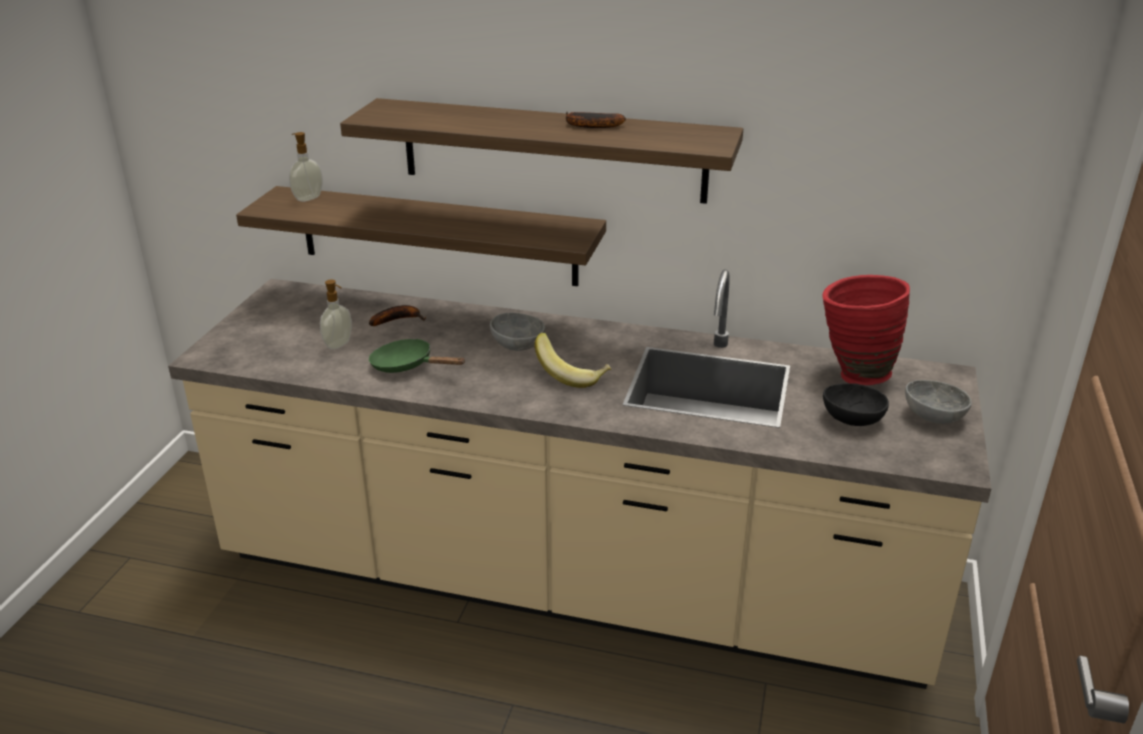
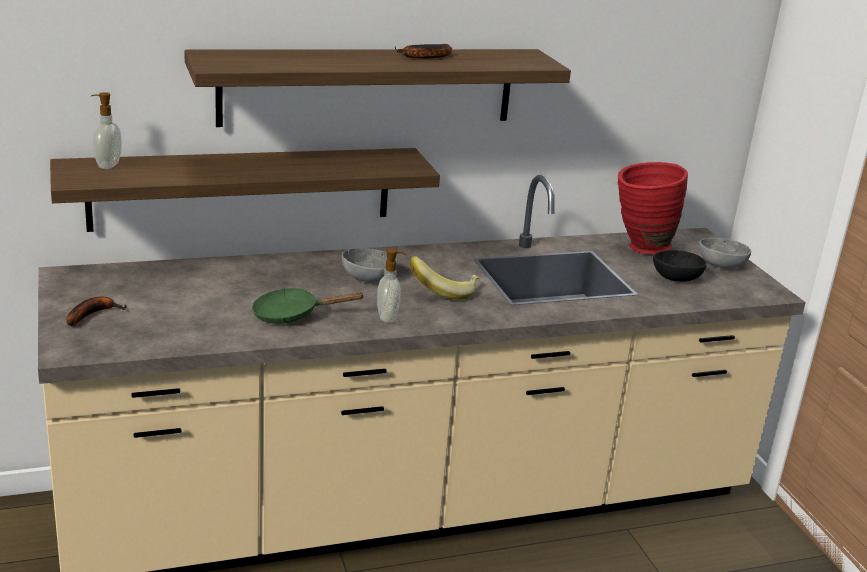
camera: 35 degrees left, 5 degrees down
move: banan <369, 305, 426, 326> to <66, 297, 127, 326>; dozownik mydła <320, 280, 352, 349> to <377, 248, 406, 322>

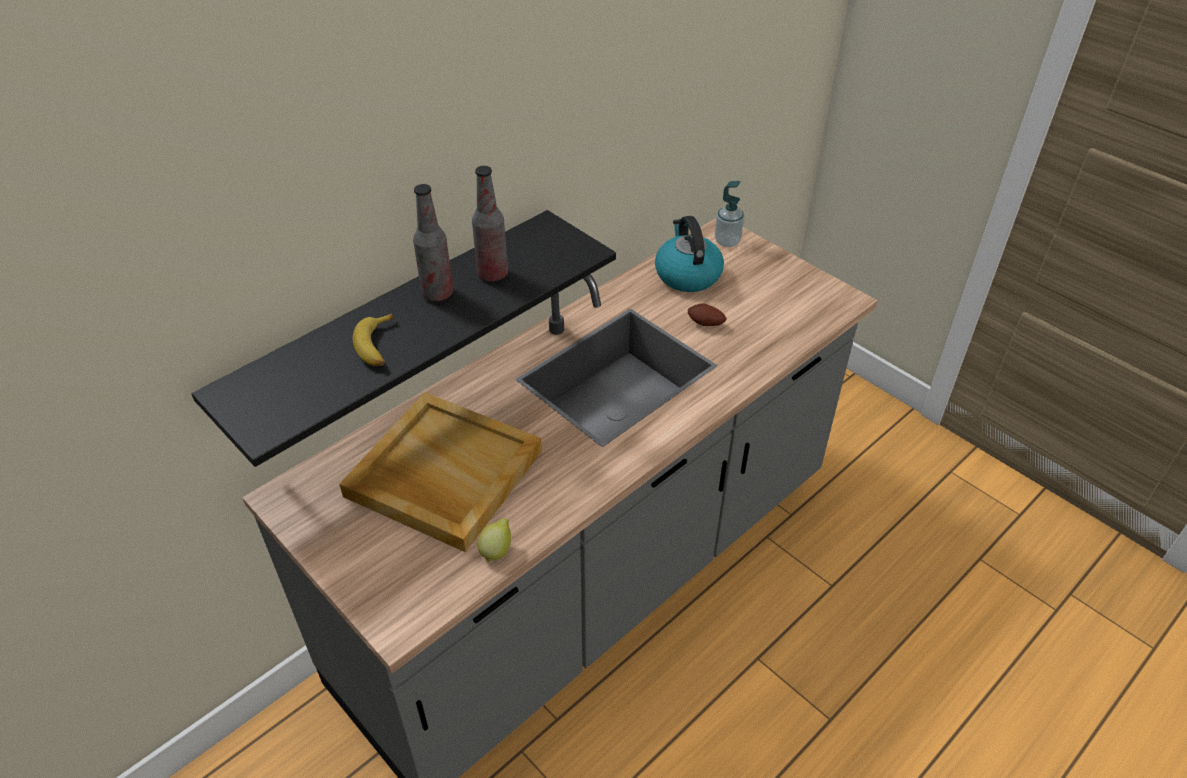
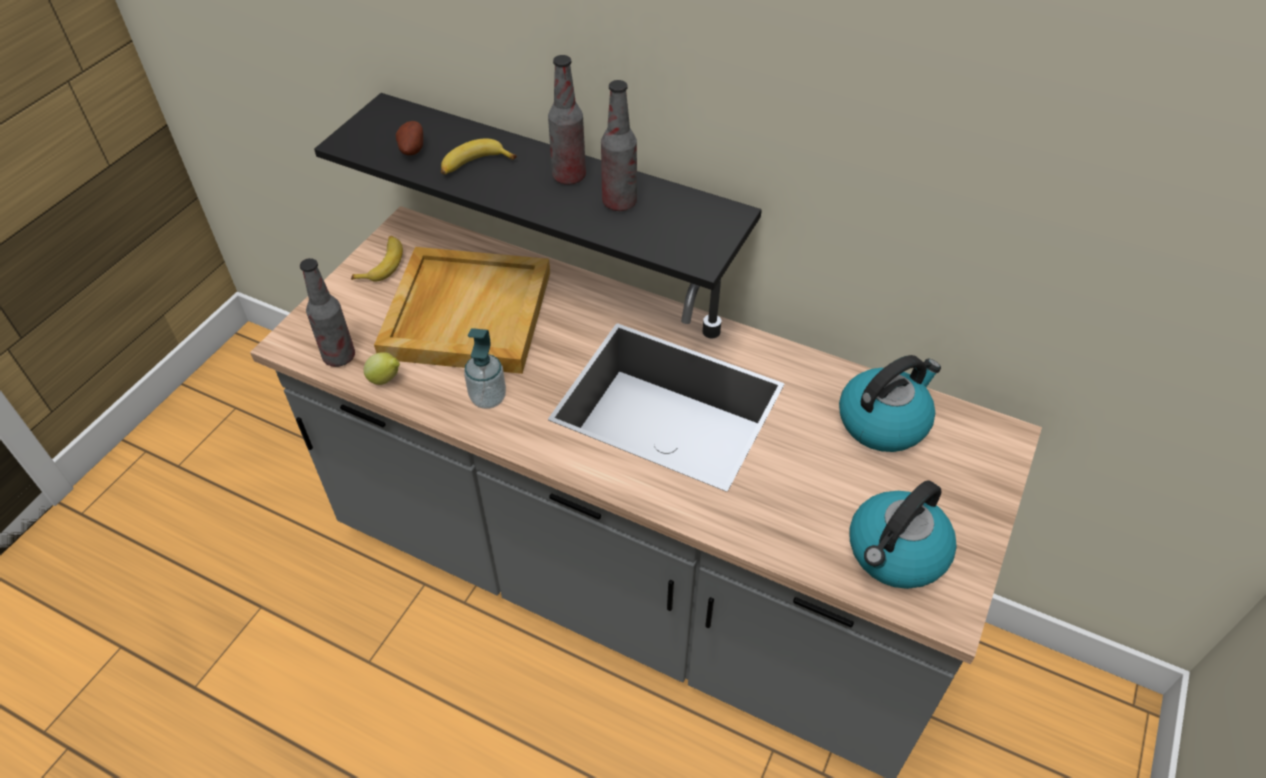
camera: 70 degrees right, 5 degrees up
insert: butelka <300, 258, 355, 367>; banan <351, 236, 403, 282>; czajnik <849, 480, 957, 589>
move: ziemniak <688, 303, 727, 326> to <396, 121, 423, 155>; dozownik mydła <714, 181, 744, 247> to <464, 328, 506, 409>

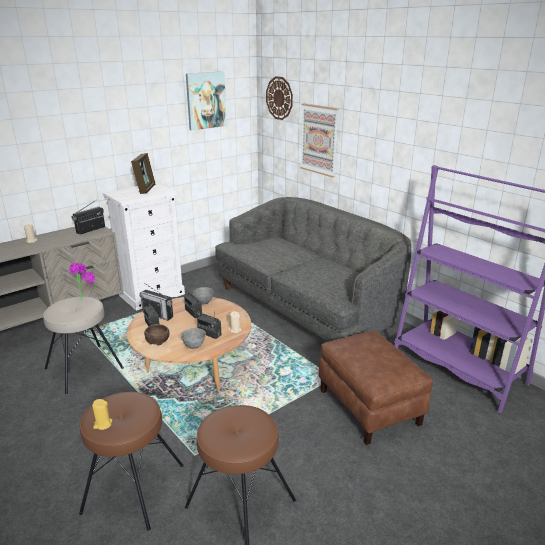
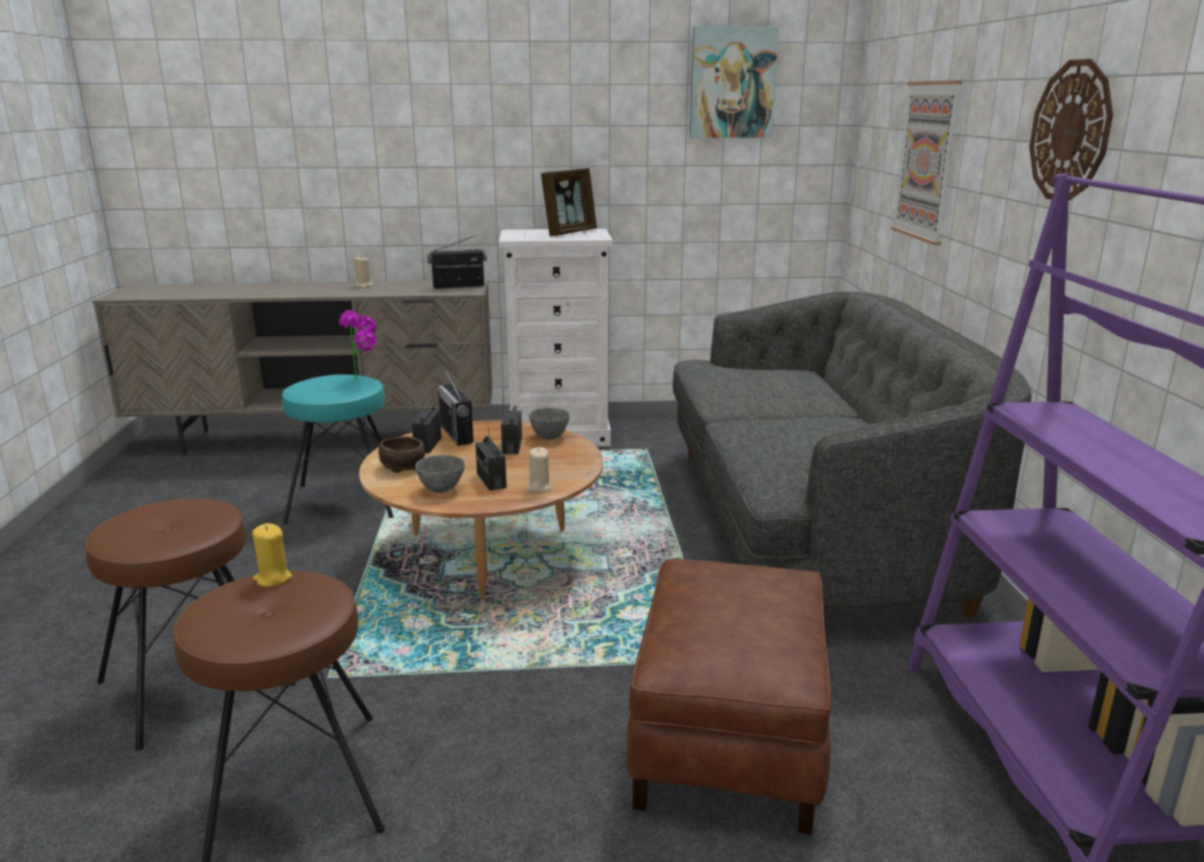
camera: 35 degrees right, 5 degrees down
move: świeca (żółty) <92, 399, 112, 430> to <252, 523, 292, 587>; zegar ścienny <266, 76, 293, 120> to <1029, 59, 1113, 201>
recolor: stołek (beżowy) <43, 297, 124, 394> to stołek (turkusowy) <282, 374, 394, 525>

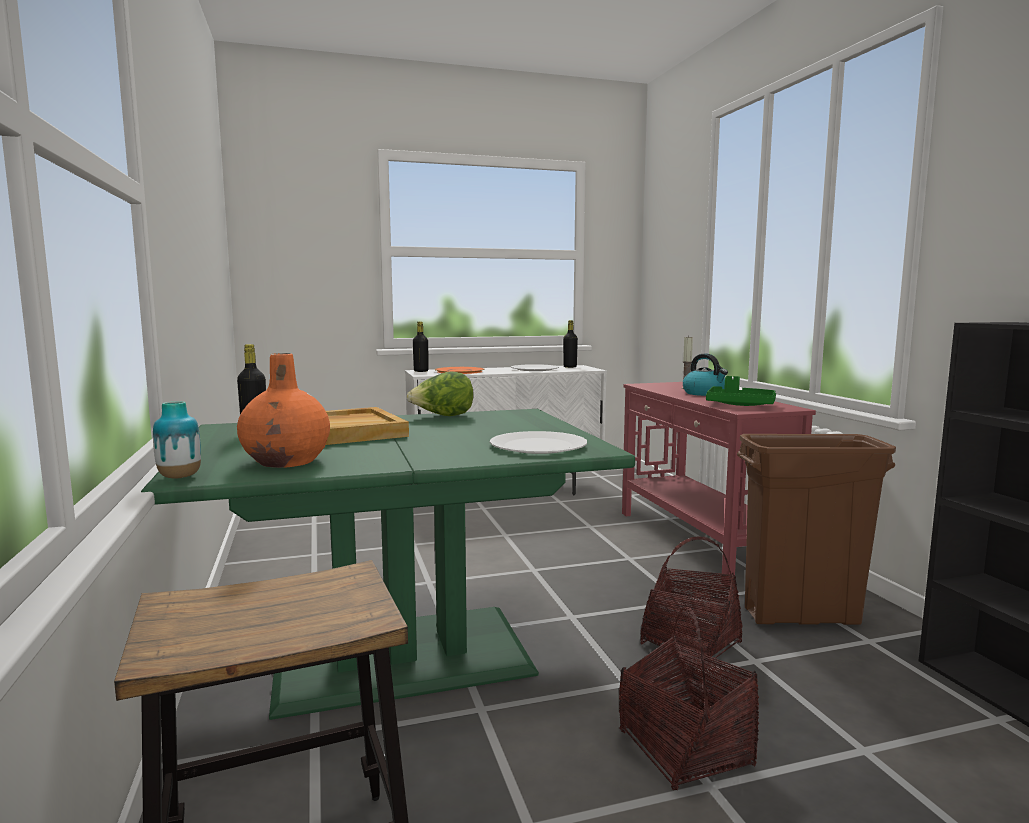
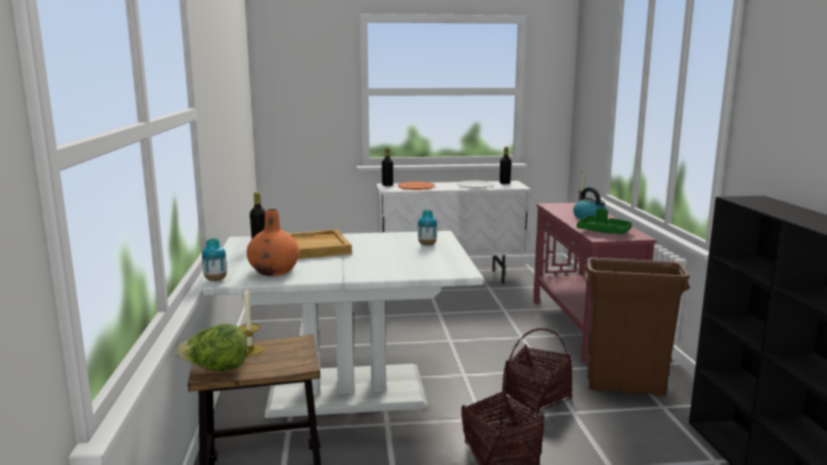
camera: 10 degrees right, 5 degrees up
delete: talerz (biały) <490, 431, 587, 454>
insert: świeca <239, 288, 263, 356>; wazon <418, 210, 437, 246>
move: sałata <407, 372, 474, 416> to <175, 324, 247, 371>
recolor: stół jadalny (zielony) <141, 409, 635, 720> to stół jadalny (biały) <196, 231, 484, 418>

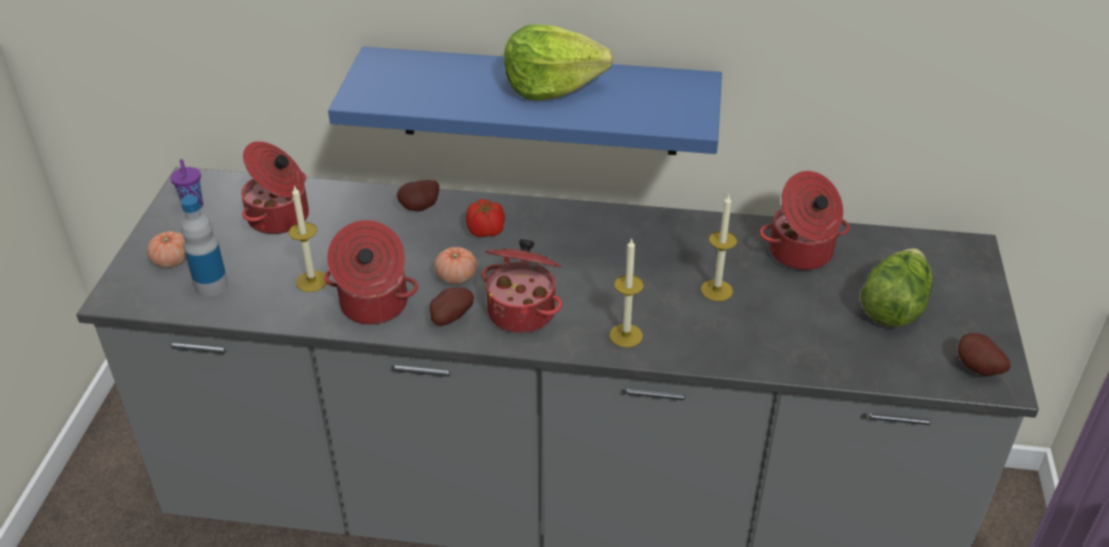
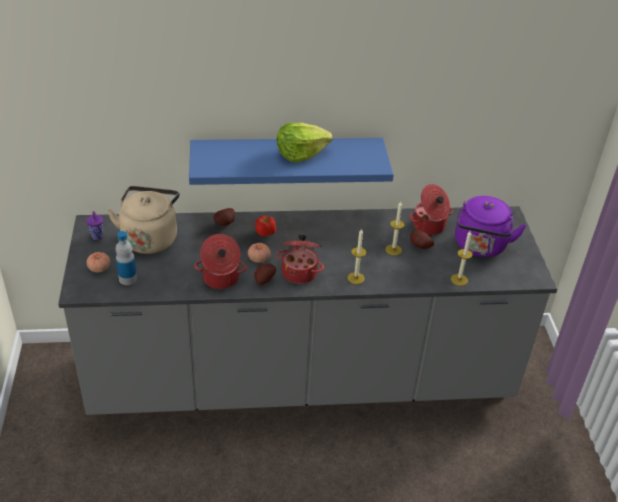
camera: 15 degrees left, 0 degrees up
move: ziemniak <958, 333, 1011, 376> to <410, 230, 434, 249>; świeca <289, 185, 327, 292> to <451, 231, 473, 286>
replace: garnek <241, 141, 309, 234> to czajnik (beżowy) <107, 186, 180, 254>; sałata <860, 248, 933, 327> to czajnik (fioletowy) <455, 196, 526, 257>

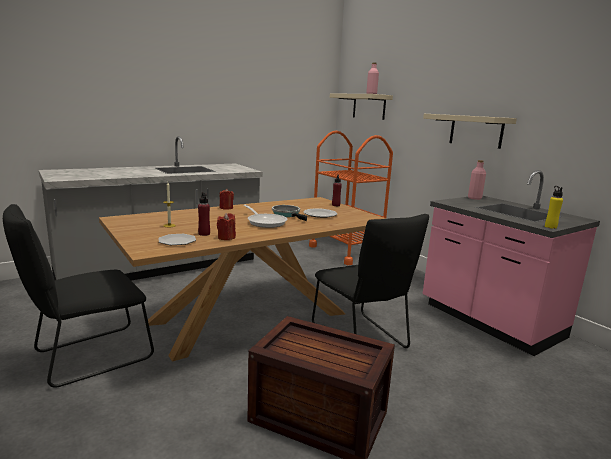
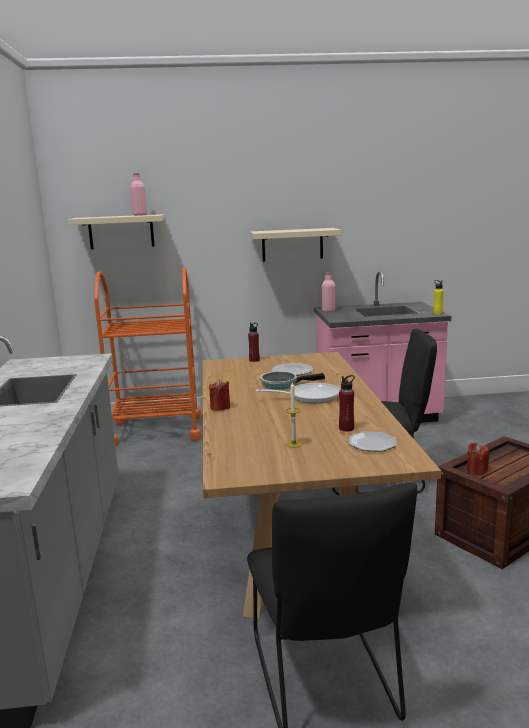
camera: 60 degrees left, 0 degrees up
move: świeca (czerwony) <217, 213, 236, 240> to <467, 442, 489, 475>

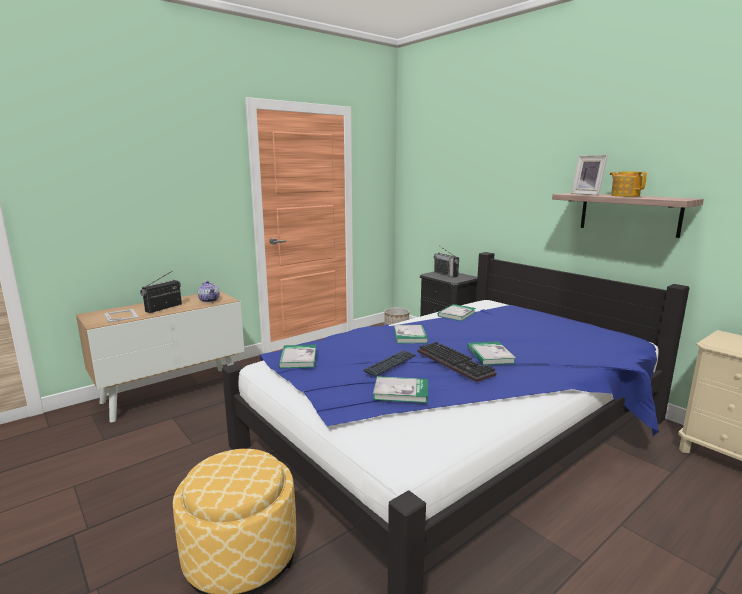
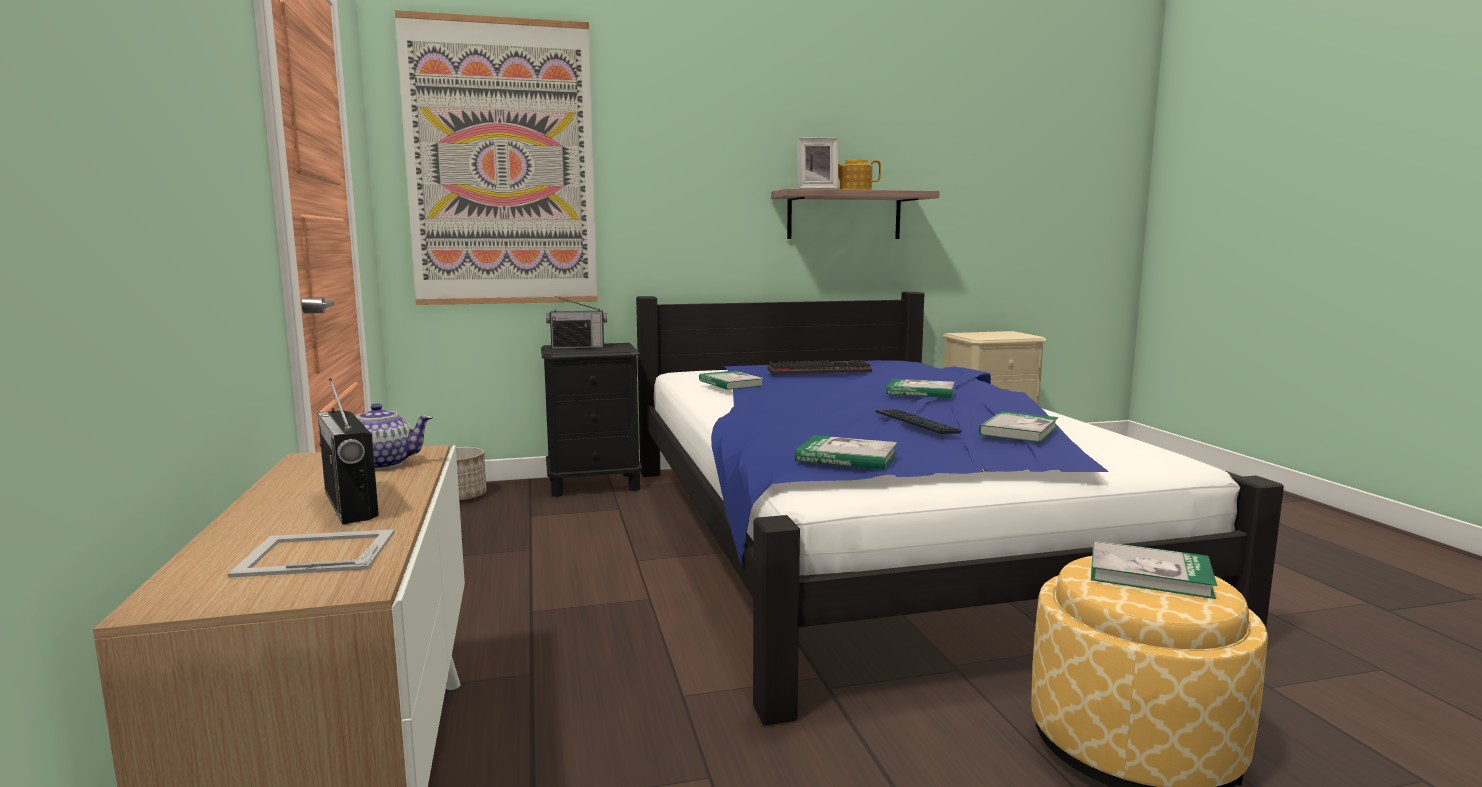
camera: 65 degrees left, 5 degrees down
insert: obraz <395, 10, 598, 305>
move: klawiatura <418, 342, 496, 382> to <767, 360, 872, 374>; książka <394, 325, 428, 343> to <1091, 541, 1217, 599>

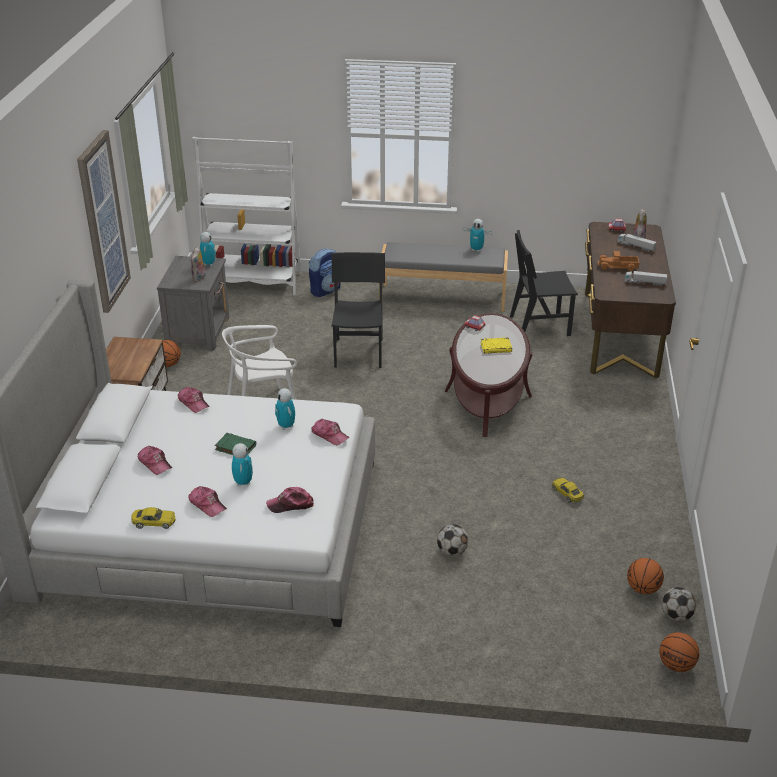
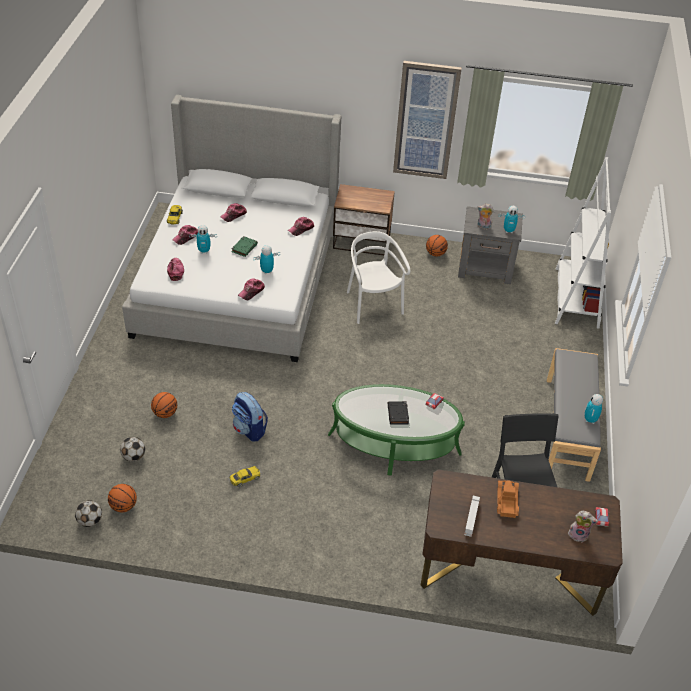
camera: 90 degrees right, 10 degrees up
delete: krzesło (czarny) <331, 252, 385, 368>; ciężarówka zabawkowa <617, 234, 657, 252>
move: piłka futbolowa <437, 524, 468, 556> to <120, 437, 145, 462>; piłka do koszykówki <659, 632, 699, 672> to <151, 392, 177, 418>; plecak <309, 248, 340, 297> to <232, 392, 268, 441>
recolor: ława (brązowy) <445, 313, 532, 437> to ława (zielony) <328, 384, 465, 476>; książka (żółty) <481, 337, 512, 354> to książka (czarny) <388, 401, 409, 425>

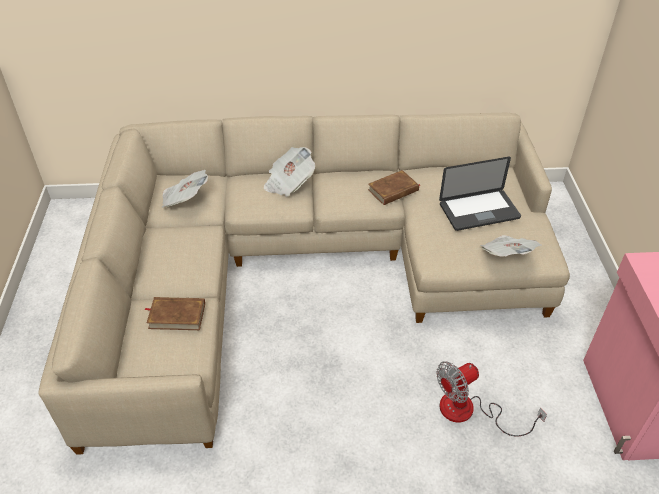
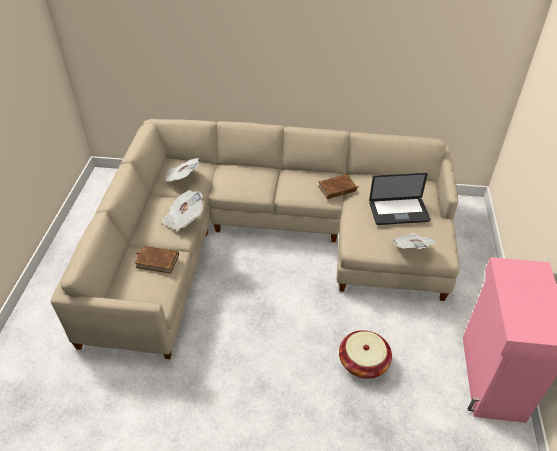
camera: 10 degrees right, 0 degrees up
move: gazeta <263, 147, 315, 197> to <162, 190, 203, 231>
replace: wentylator <436, 361, 547, 436> to koszyk <339, 330, 392, 379>

